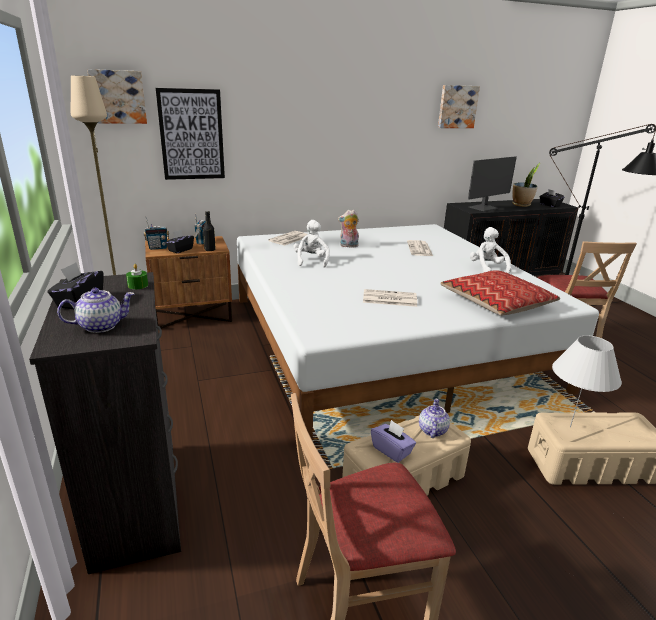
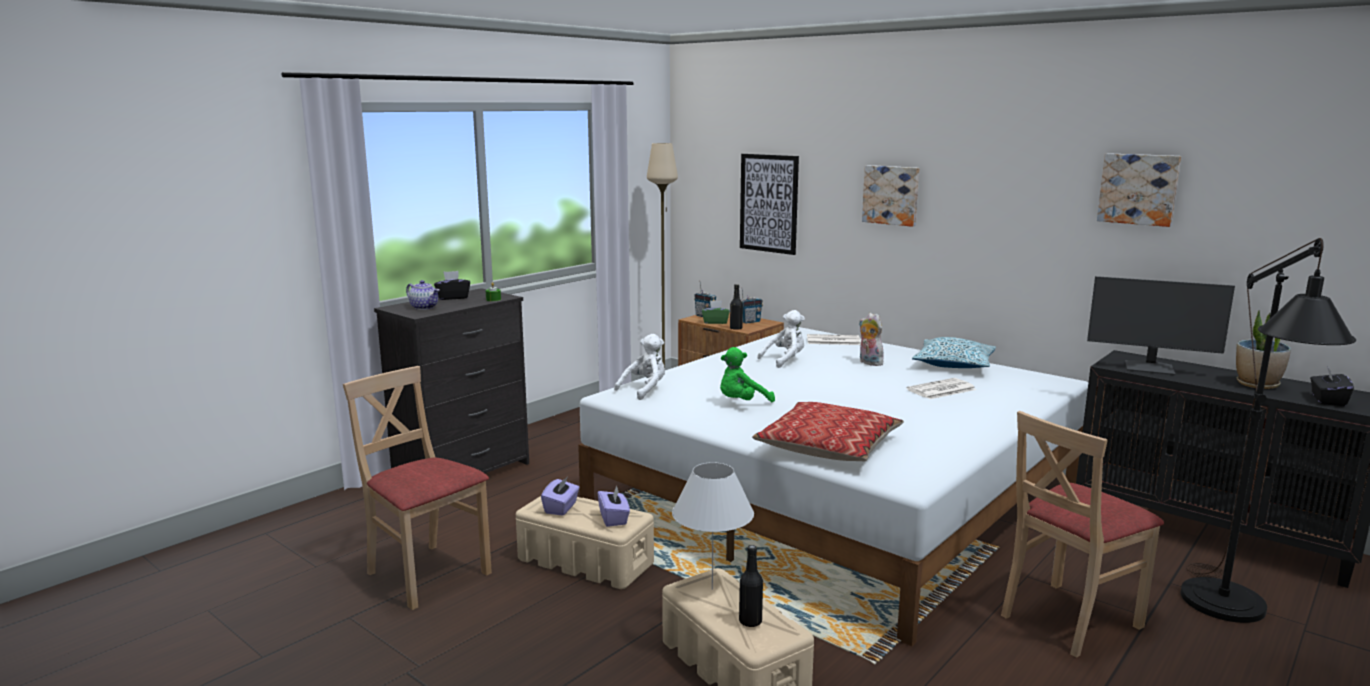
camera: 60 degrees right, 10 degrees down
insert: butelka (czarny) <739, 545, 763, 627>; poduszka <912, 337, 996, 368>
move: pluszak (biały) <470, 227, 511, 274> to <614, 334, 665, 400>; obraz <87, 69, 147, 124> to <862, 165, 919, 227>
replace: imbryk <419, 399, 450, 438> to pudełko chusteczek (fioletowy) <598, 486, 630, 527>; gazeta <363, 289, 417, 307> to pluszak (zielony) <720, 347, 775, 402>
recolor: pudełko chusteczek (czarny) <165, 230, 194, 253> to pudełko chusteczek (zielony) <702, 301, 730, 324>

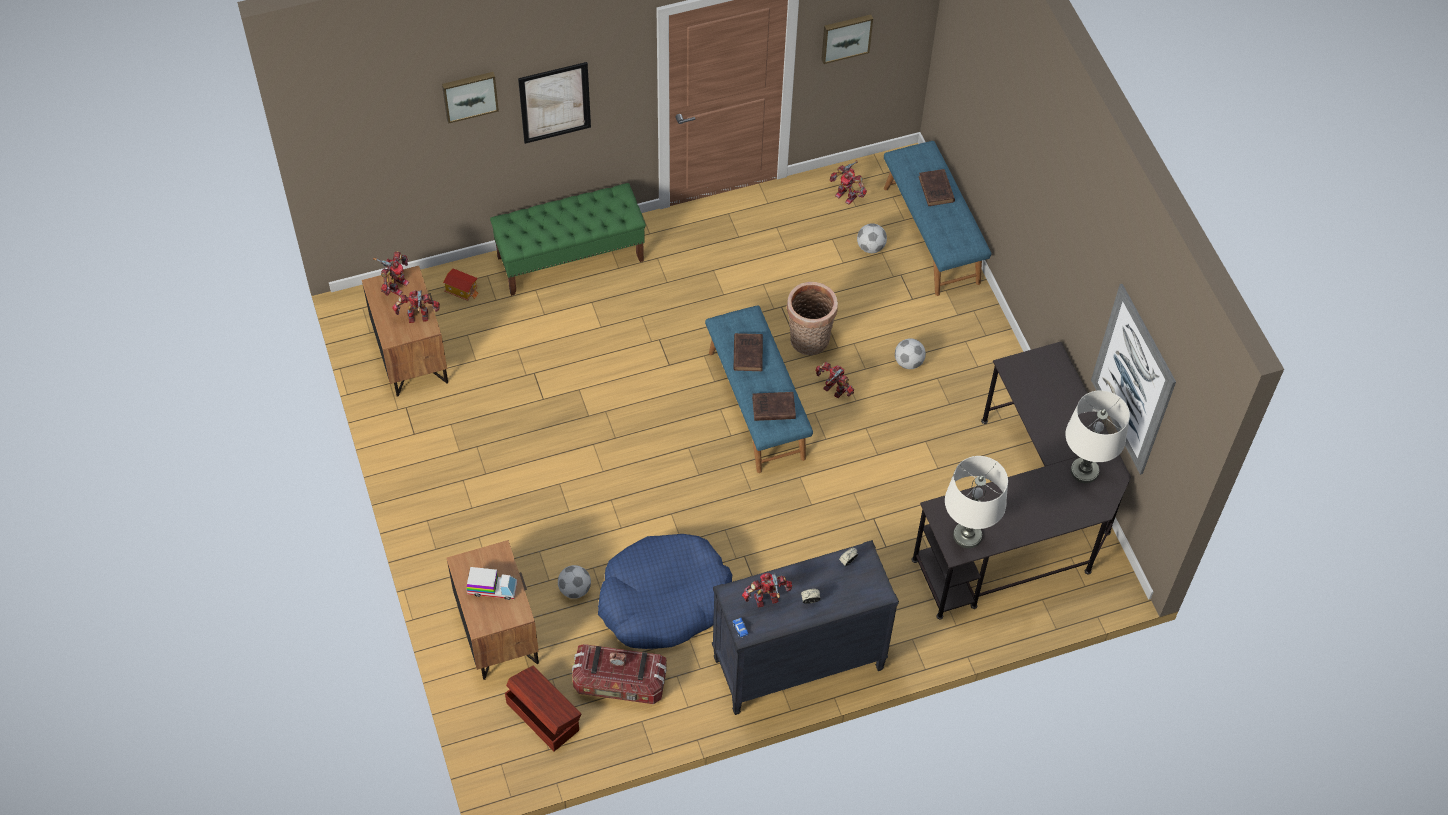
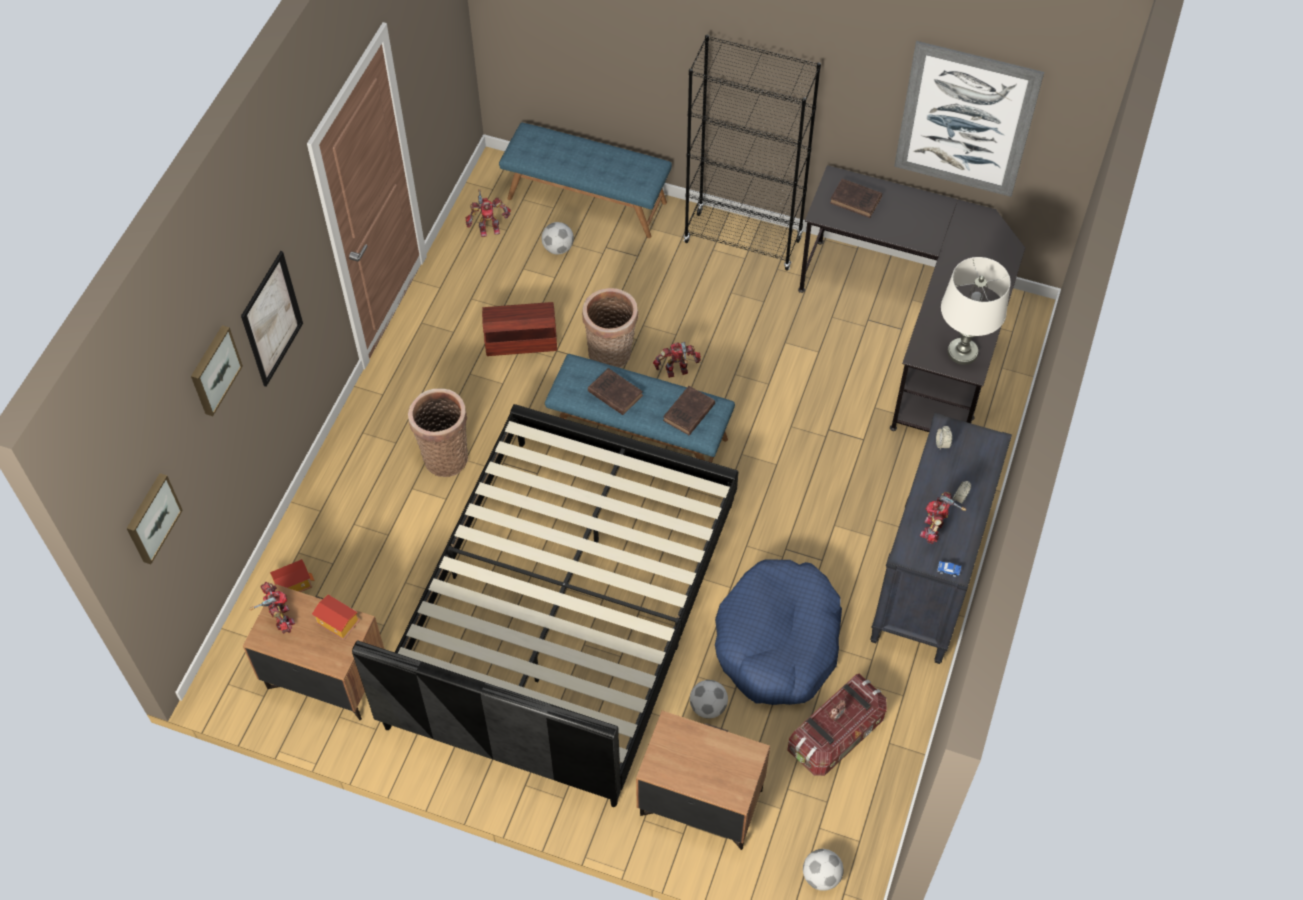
camera: 50 degrees left, 0 degrees up
delete: ciężarówka zabawkowa <467, 567, 517, 600>; ławka (zielony) <490, 183, 646, 296>; lampa stołowa (biały) <1065, 390, 1130, 483>
insert: łóżko (czarny) <352, 404, 738, 807>; koszyk <408, 388, 468, 477>; regał (czarny) <684, 35, 821, 271>
move: obraz <821, 15, 873, 64> to <126, 473, 183, 564>; pojemnik do przechowywania (brązowy) <505, 665, 581, 751> to <482, 302, 557, 356>; piłka futbolowa <895, 338, 926, 369> to <803, 849, 844, 891>; książka (brązowy) <919, 169, 955, 206> to <830, 179, 882, 218>
replace: robot zabawkowy <392, 290, 440, 323> to domek <312, 595, 360, 641>

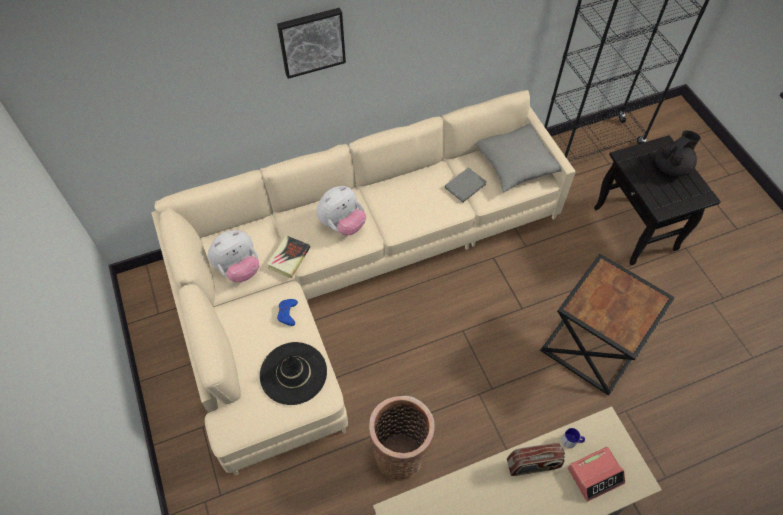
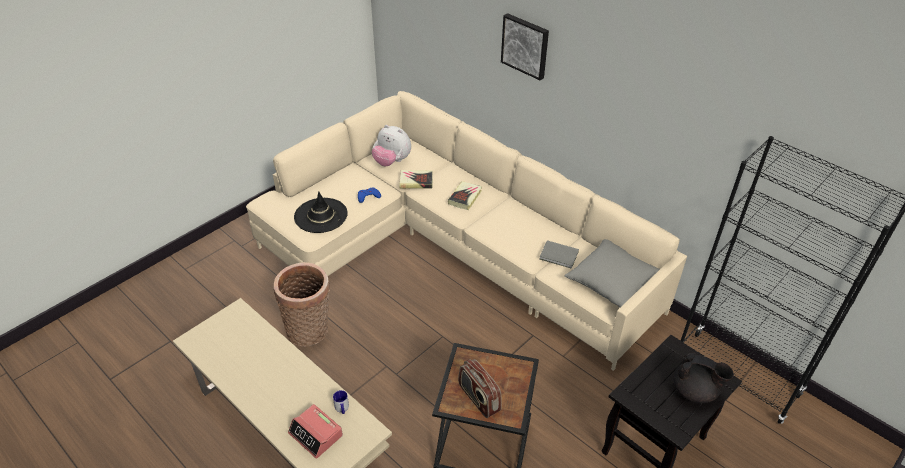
camera: 65 degrees right, 15 degrees down
move: radio <507, 443, 565, 476> to <458, 359, 502, 418>
replace: pluszak <317, 186, 366, 236> to książka <448, 181, 482, 210>

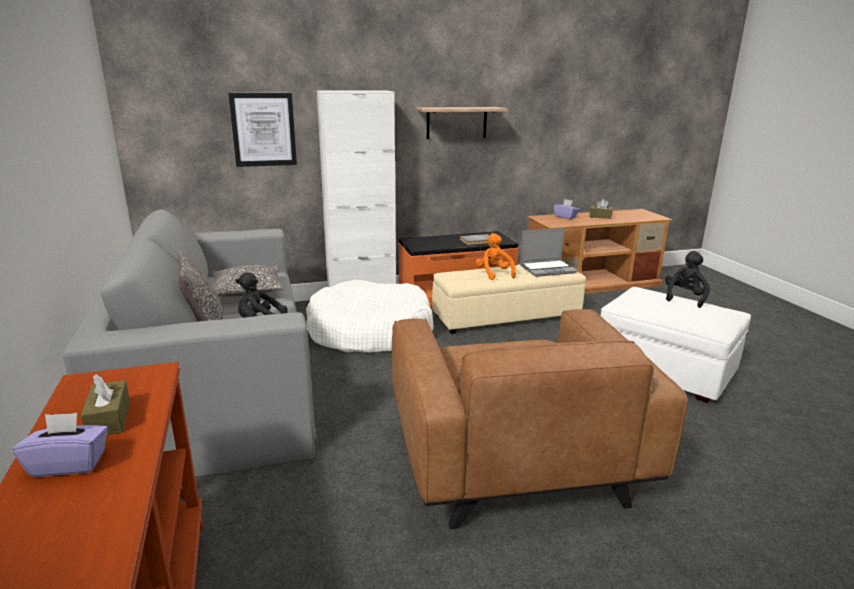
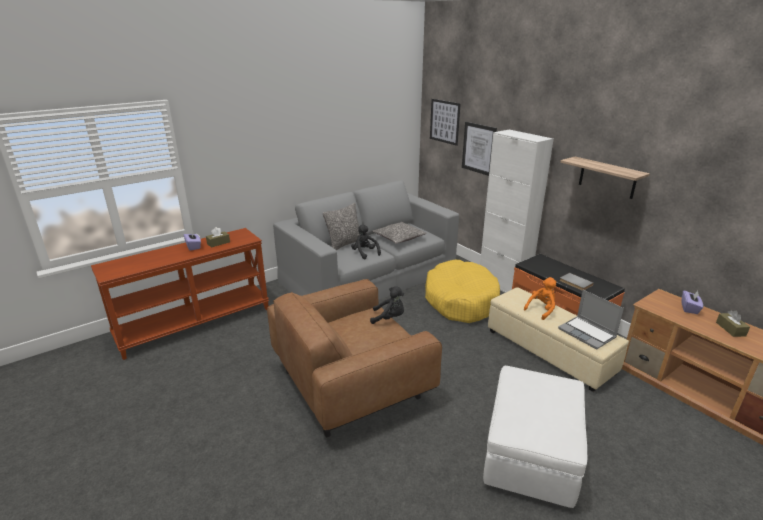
camera: 70 degrees right, 5 degrees up
insert: obraz <430, 99, 461, 146>
move: pluszak (czarny) <665, 251, 710, 308> to <370, 286, 404, 324>
recolor: legowisko (biały) <306, 280, 434, 353> to legowisko (żółty) <425, 260, 500, 323>

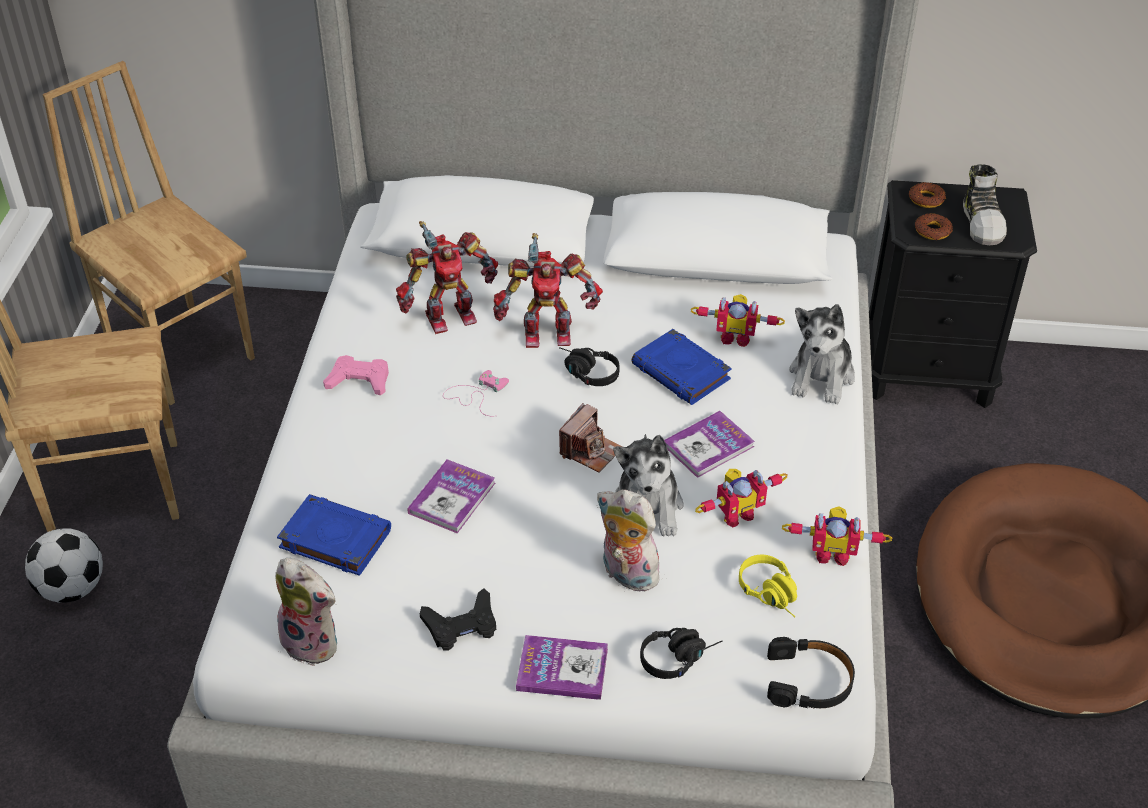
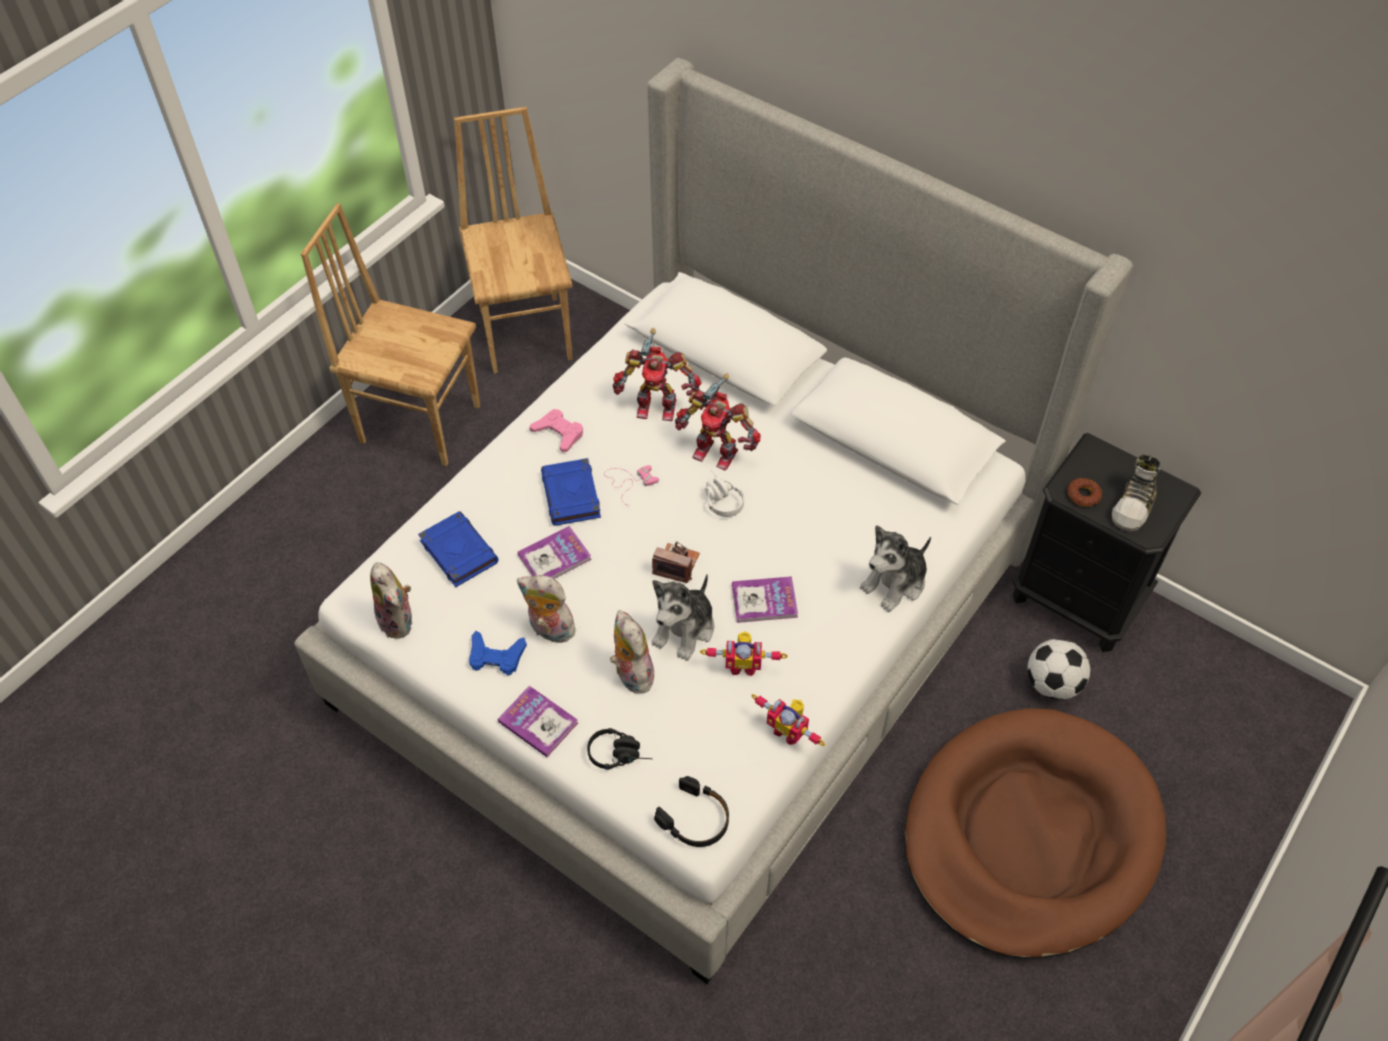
camera: 30 degrees right, 10 degrees up
delete: robot zabawkowy <691, 294, 785, 347>; słuchawki (żółty) <739, 555, 797, 617>; donut <909, 182, 946, 208>
insert: pluszak <517, 575, 579, 643>
move: książka (niebieski) <631, 329, 732, 405> to <541, 458, 601, 526>; piłka futbolowa <25, 528, 103, 603> to <1027, 639, 1091, 700>
recolor: pad do gier (czarny) <420, 588, 496, 651> to pad do gier (niebieski) <469, 631, 527, 675>; słuchawki (czarny) <559, 347, 620, 386> to słuchawki (biały) <705, 470, 744, 517>
rotate: aparat fotograficzny <559, 403, 623, 473> = <652, 541, 700, 583> 135 degrees counterclockwise

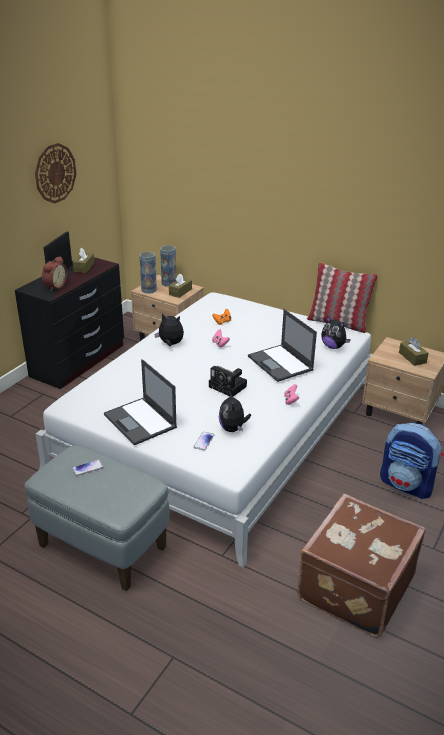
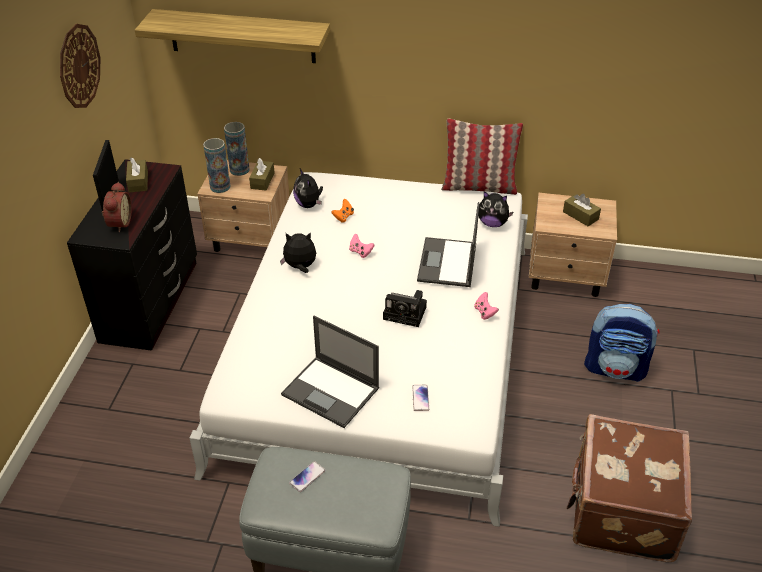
camera: 20 degrees left, 10 degrees up
insert: półka <135, 9, 330, 63>
move: pluszak <219, 392, 251, 432> to <293, 169, 323, 208>
rotate: laptop <248, 309, 317, 382> = <417, 202, 480, 287> 60 degrees clockwise

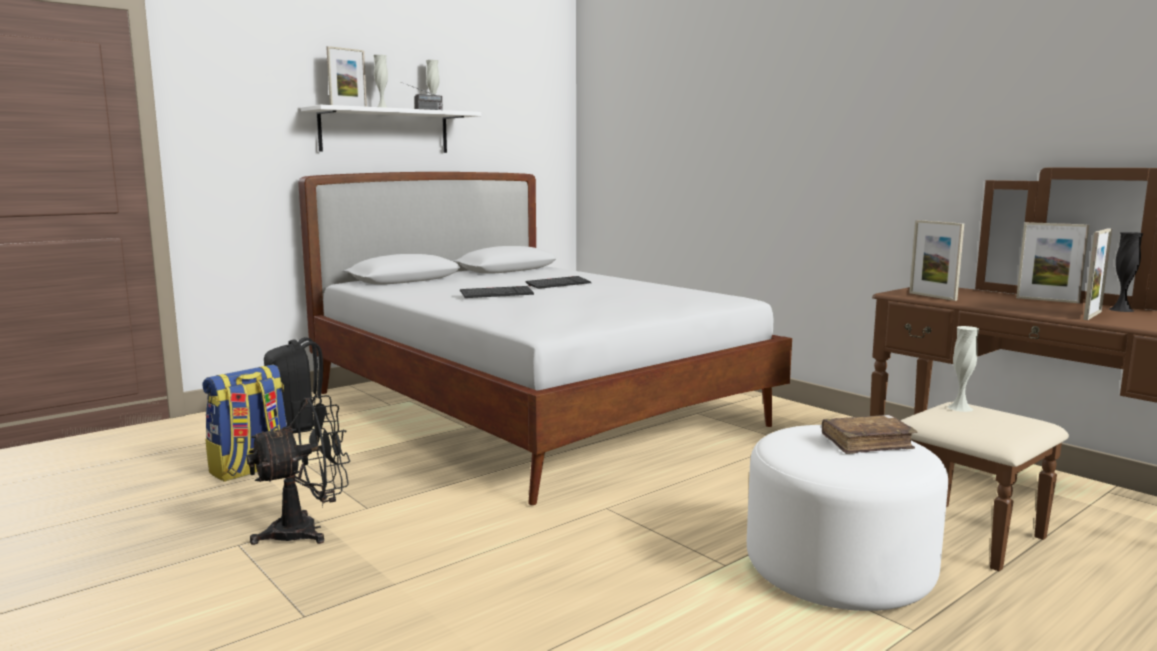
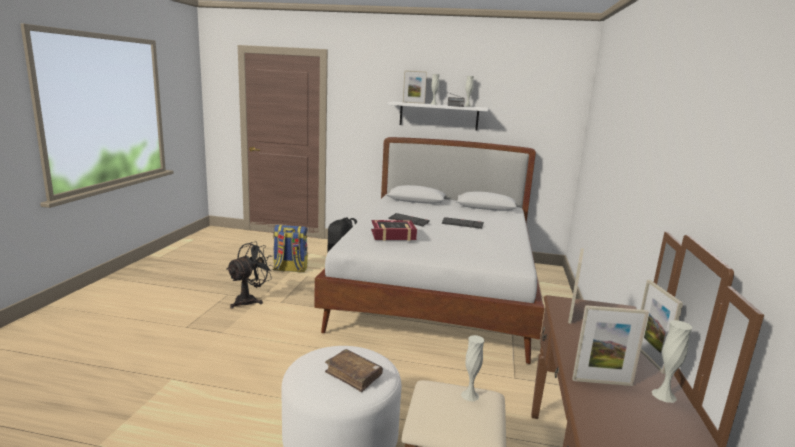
camera: 50 degrees right, 5 degrees up
insert: książka <371, 220, 417, 241>
recolor: wazon (czarny) <1109, 232, 1143, 312> to wazon (biały) <652, 320, 692, 403>
rotate: wentylator (czarny) <246, 395, 350, 545> = <226, 241, 275, 309> 75 degrees counterclockwise

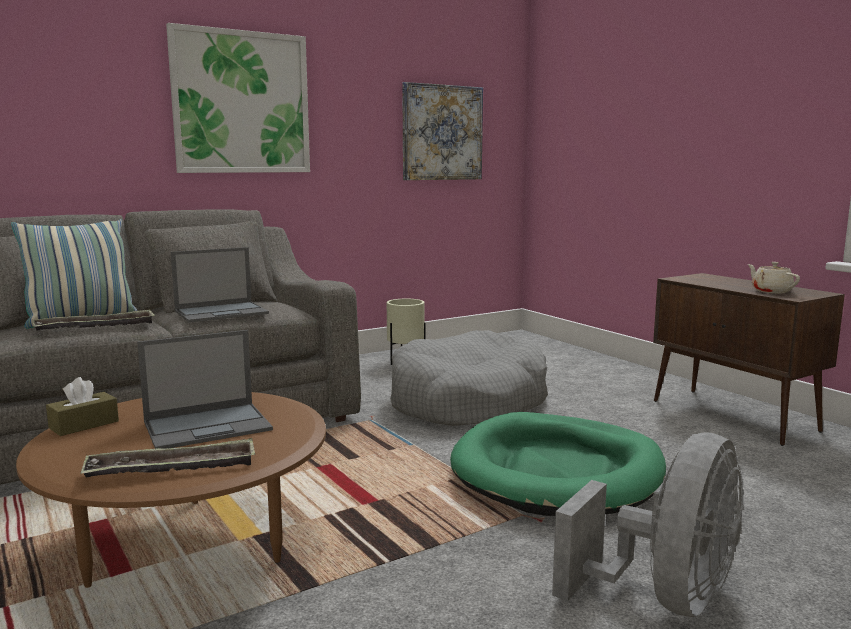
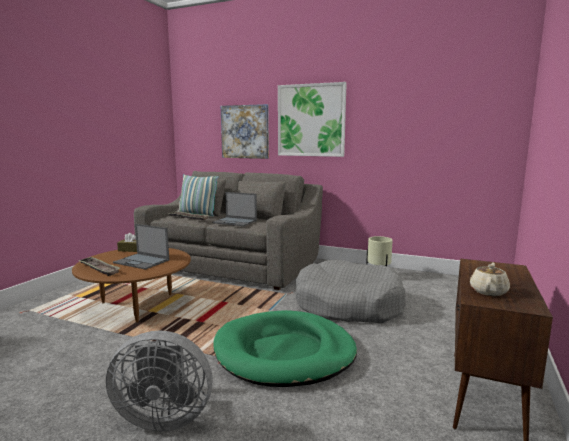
camera: 55 degrees right, 0 degrees up
move: obraz <402, 82, 483, 180> to <221, 104, 269, 159>

